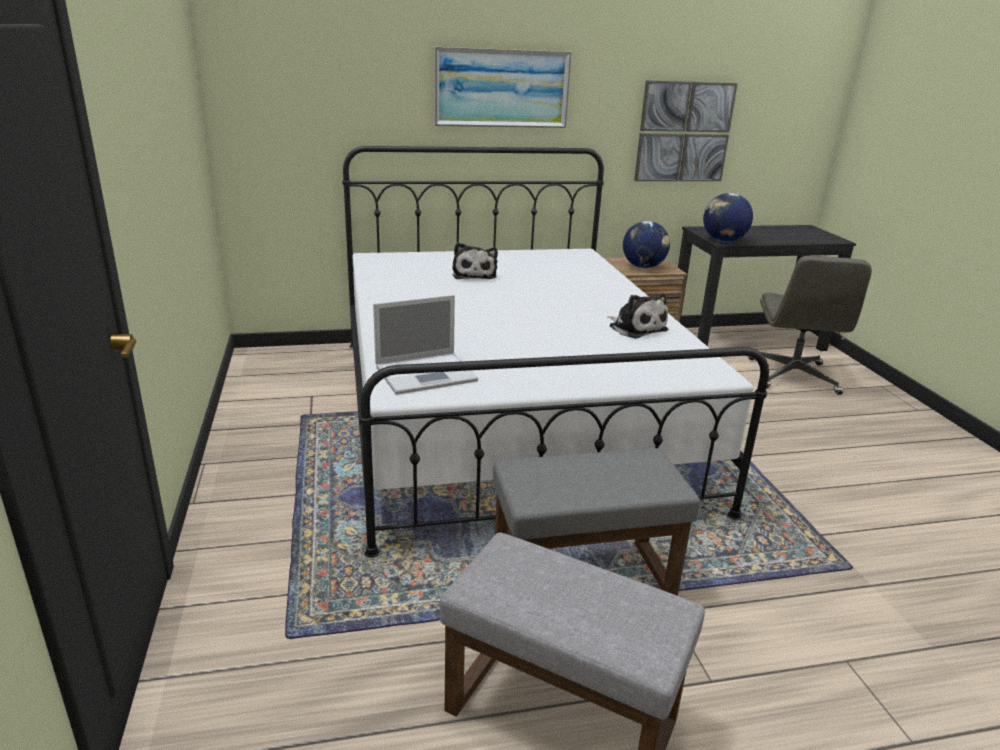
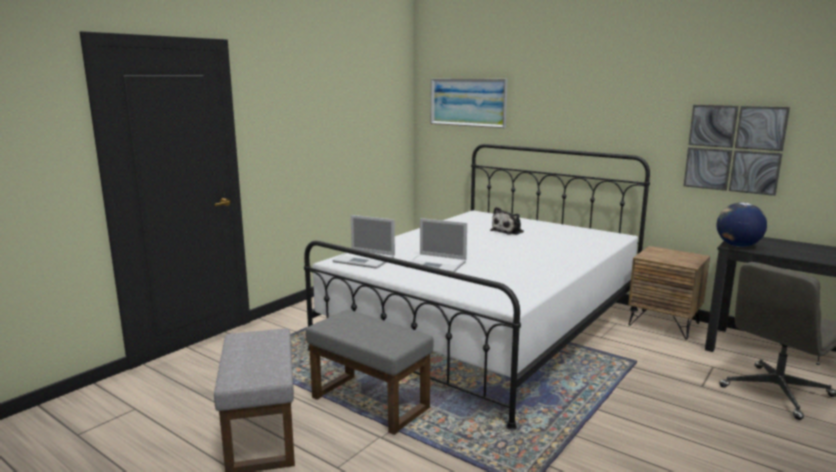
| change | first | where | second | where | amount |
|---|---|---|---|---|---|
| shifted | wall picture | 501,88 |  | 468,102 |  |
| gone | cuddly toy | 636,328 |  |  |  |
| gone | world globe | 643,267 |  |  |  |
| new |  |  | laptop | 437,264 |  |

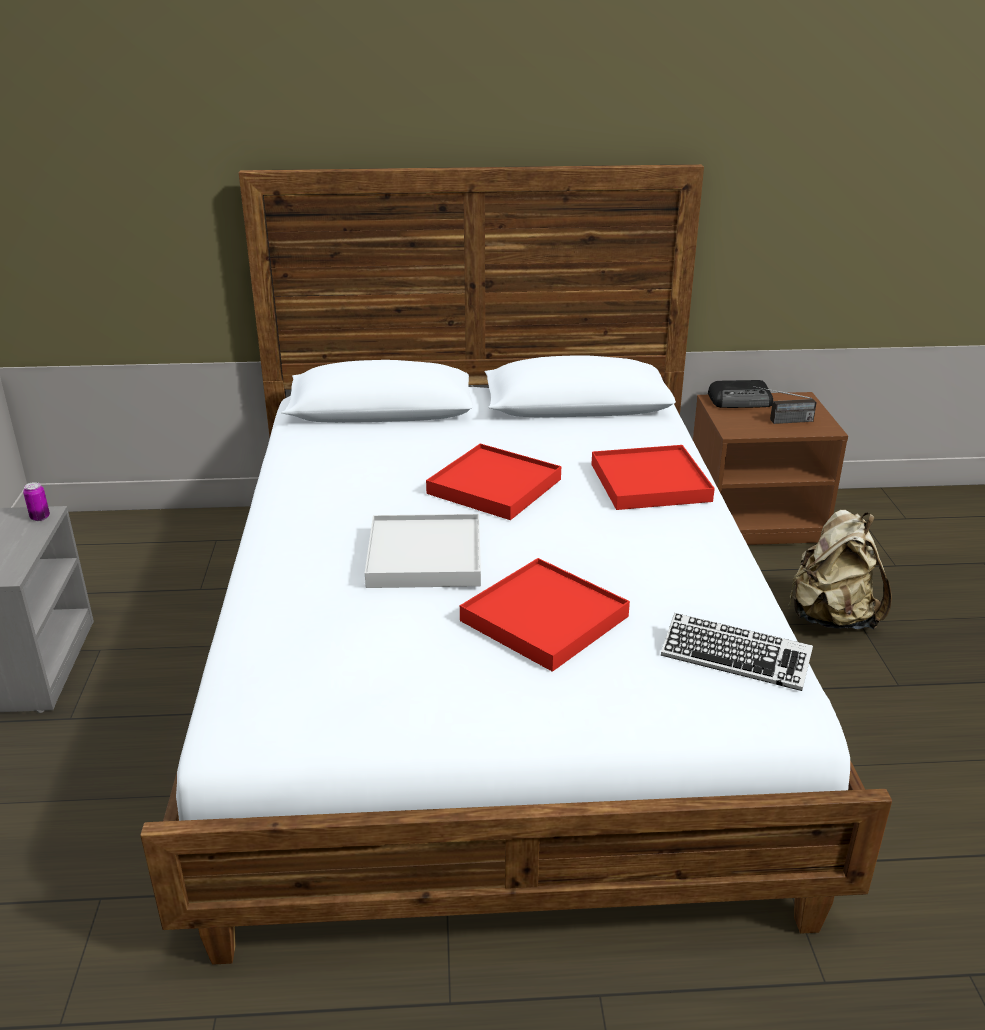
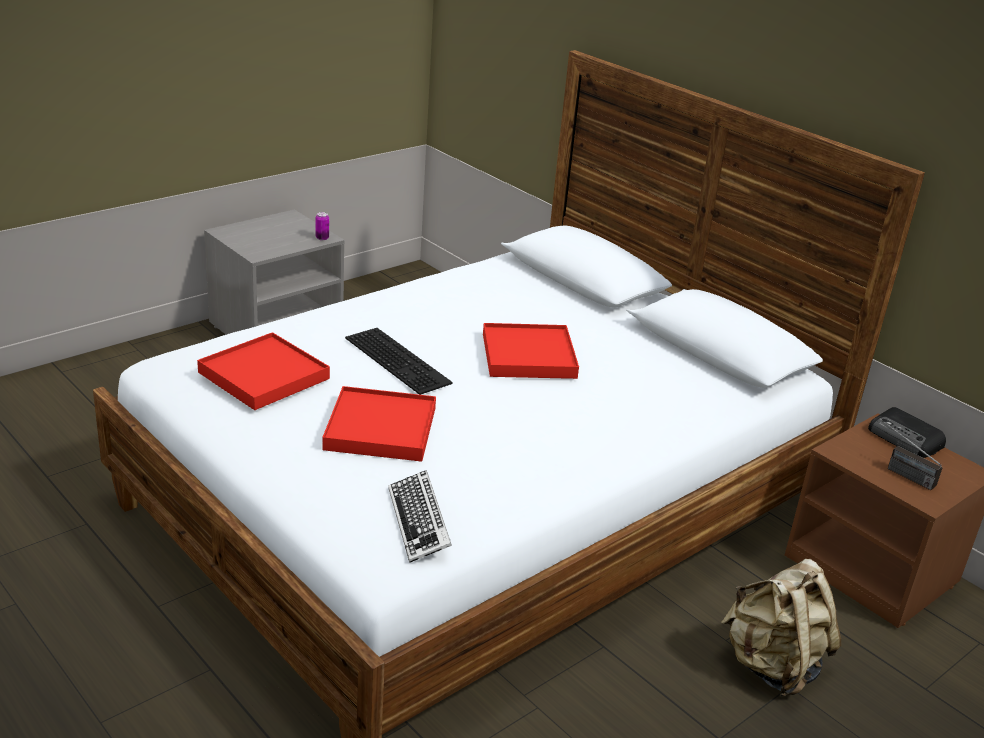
| change | first | where | second | where | amount |
|---|---|---|---|---|---|
| swapped | serving tray in white | 425,556 | PC keyboard | 400,360 |  |
| shifted | serving tray in red | 649,482 |  | 264,375 |  |

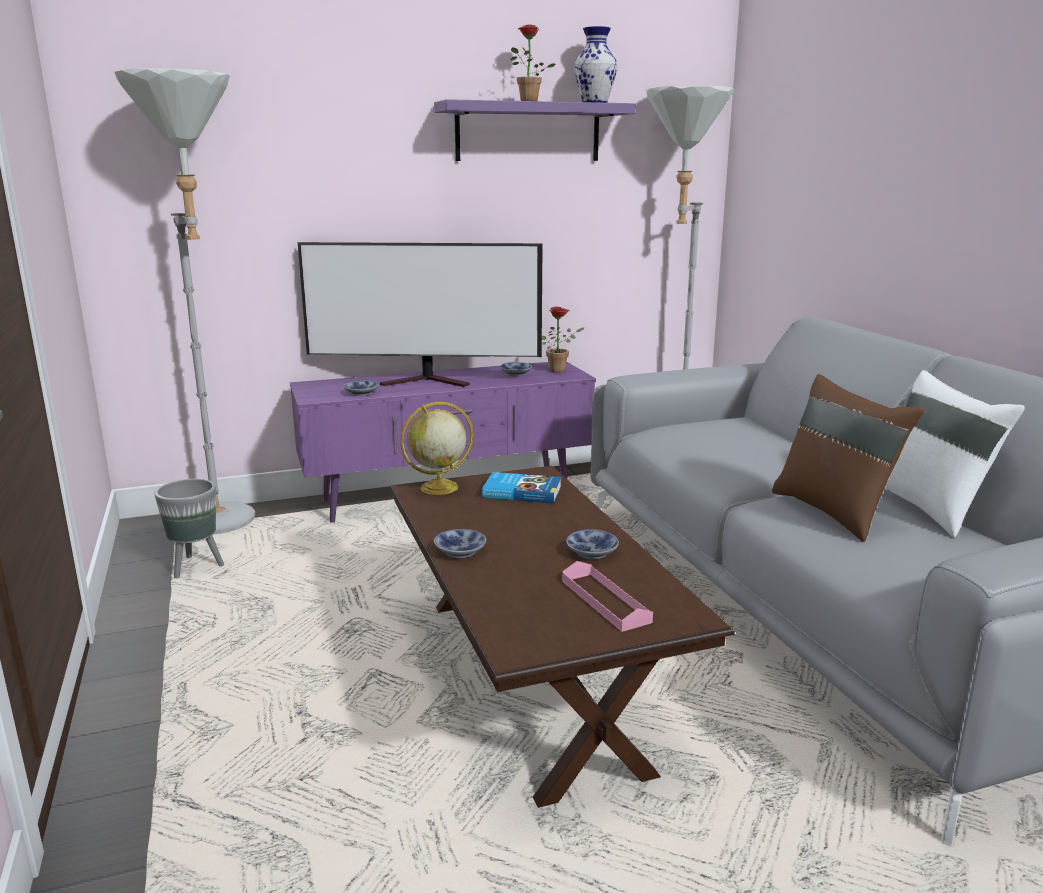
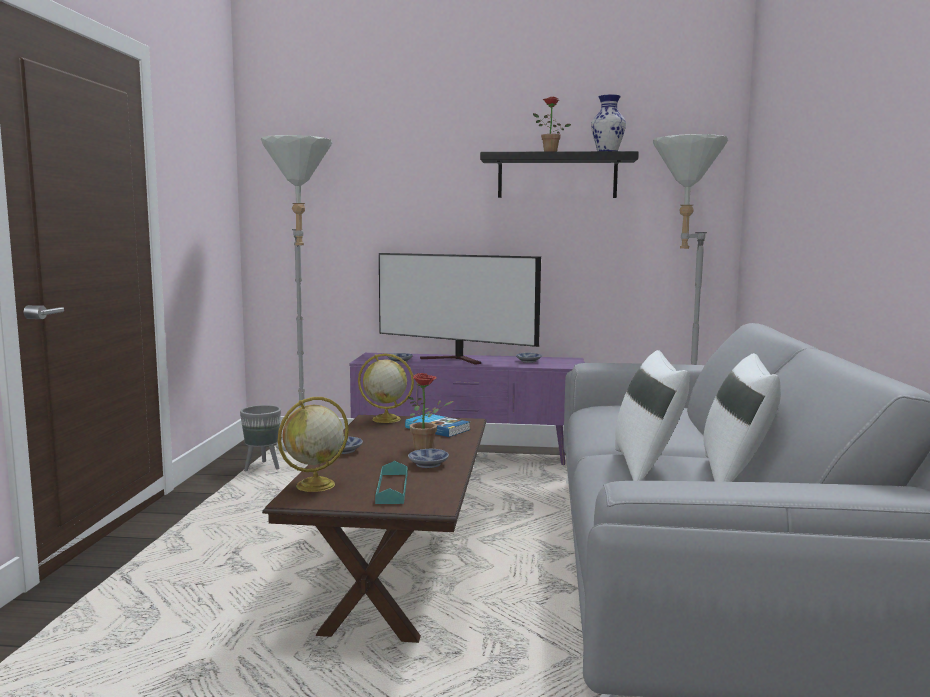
| change | first | where | second | where | amount |
|---|---|---|---|---|---|
| repainted | shelf in purple-coloured | 528,132 | shelf in black | 557,176 |  |
| shifted | plant in a pot | 560,370 |  | 427,449 |  |
| repainted | serving tray in pinkish | 605,601 | serving tray in turquoise-coloured | 392,488 |  |
| repainted | cushion in brownish | 834,512 | cushion in white | 647,467 |  |
| new |  |  | world globe | 314,485 |  |

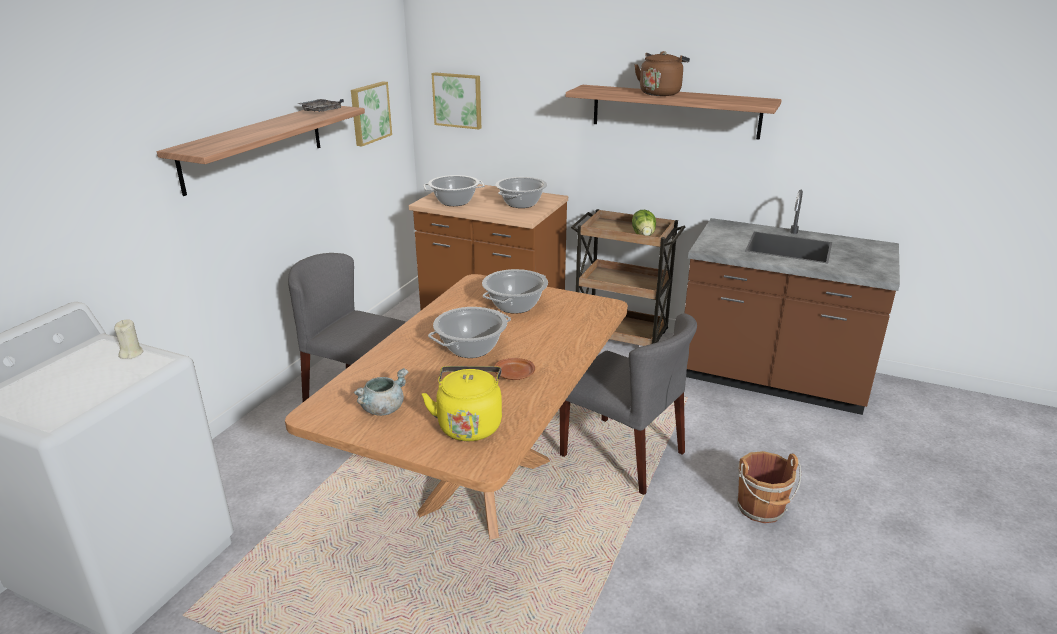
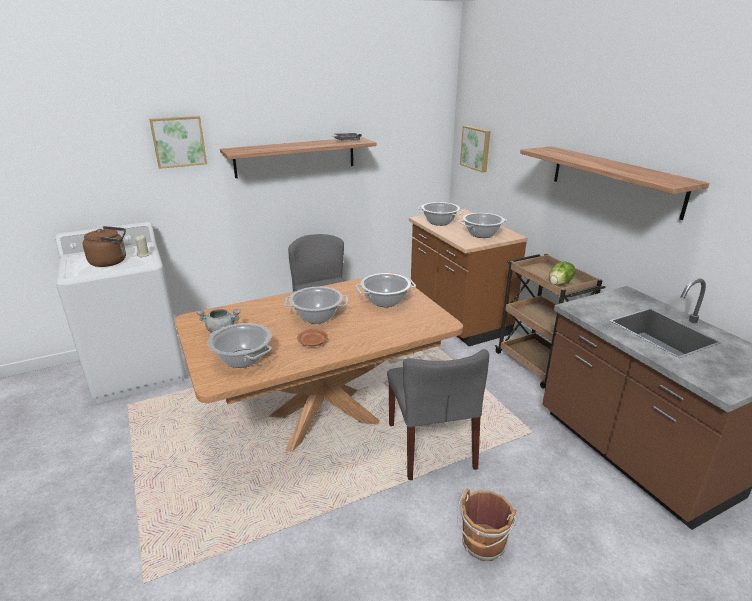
| change | first | where | second | where | amount |
|---|---|---|---|---|---|
| shifted | wall picture | 369,113 |  | 178,141 |  |
| swapped | water kettle in yellow-coloured | 469,424 | stockpot | 243,359 |  |
| shifted | water kettle in brownish | 660,93 |  | 111,261 |  |

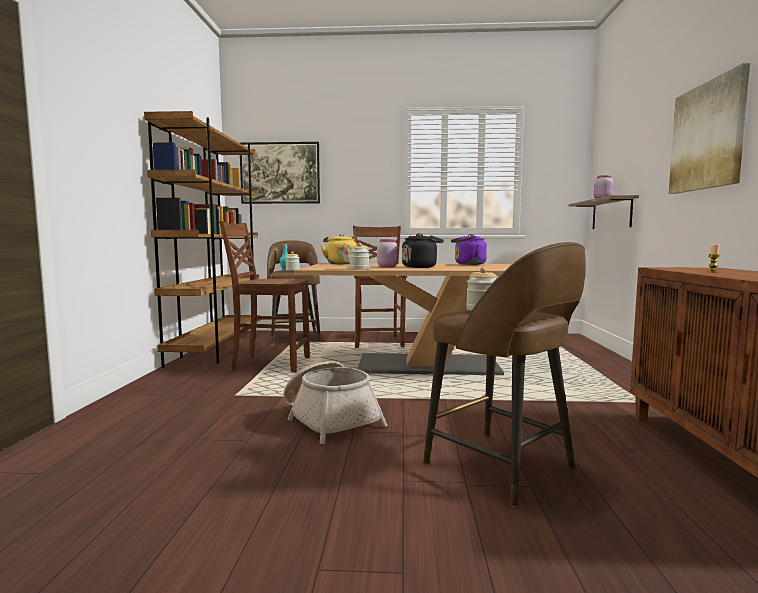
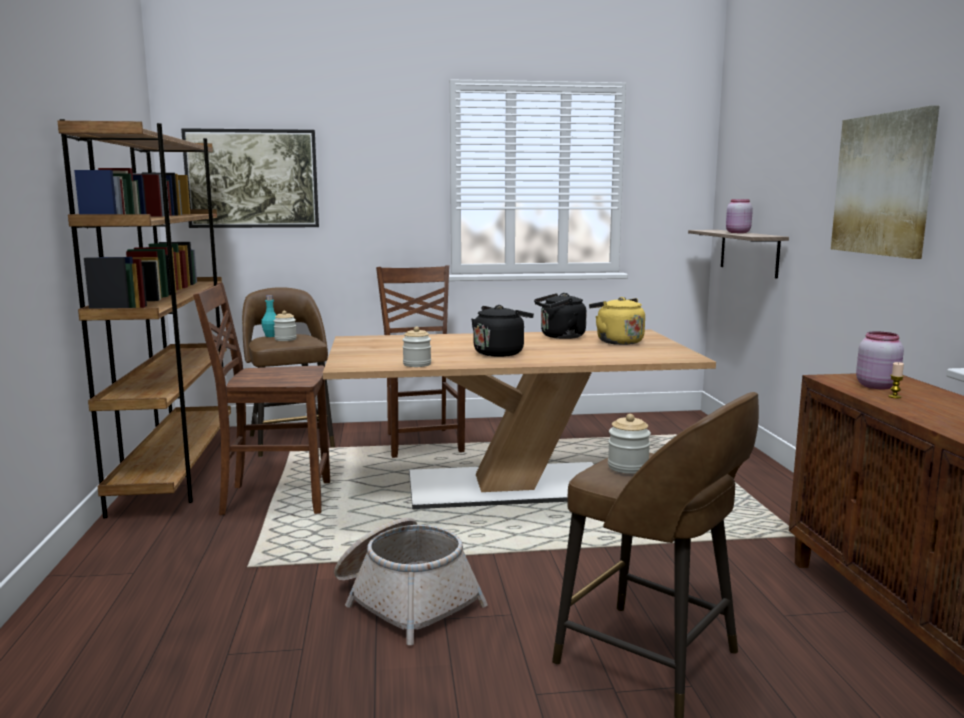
| change | first | where | second | where | amount |
|---|---|---|---|---|---|
| shifted | water kettle in yellow-coloured | 340,263 |  | 617,341 |  |
| shifted | jar in pinkish | 387,267 |  | 877,386 |  |
| repainted | water kettle in purple-coloured | 468,264 | water kettle in black | 560,336 |  |

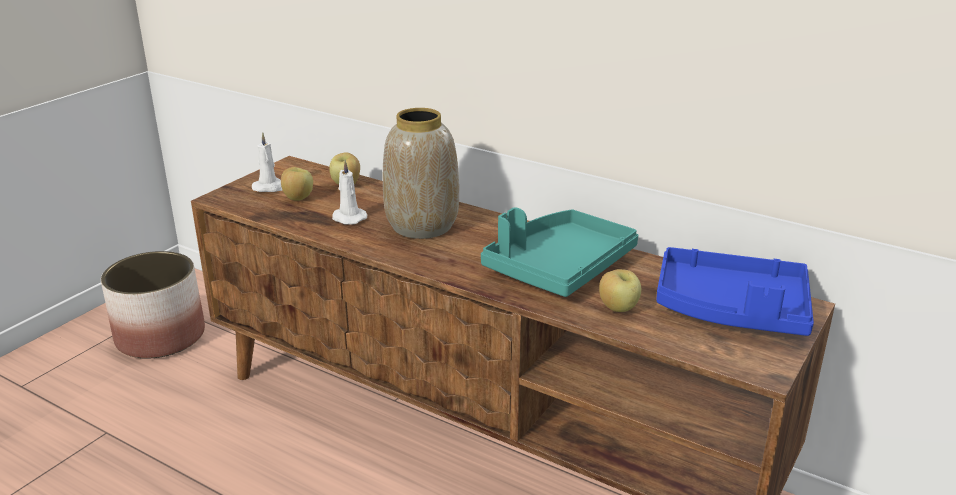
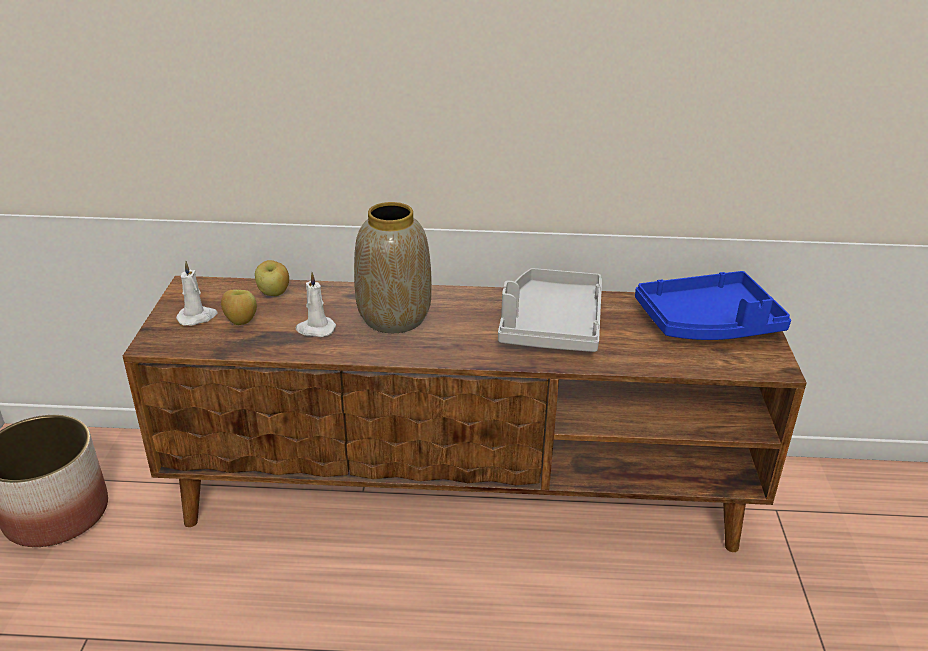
| change | first | where | second | where | amount |
|---|---|---|---|---|---|
| repainted | serving tray in turquoise-coloured | 559,267 | serving tray in greyish | 550,325 |  |
| gone | apple fruit | 618,308 |  |  |  |

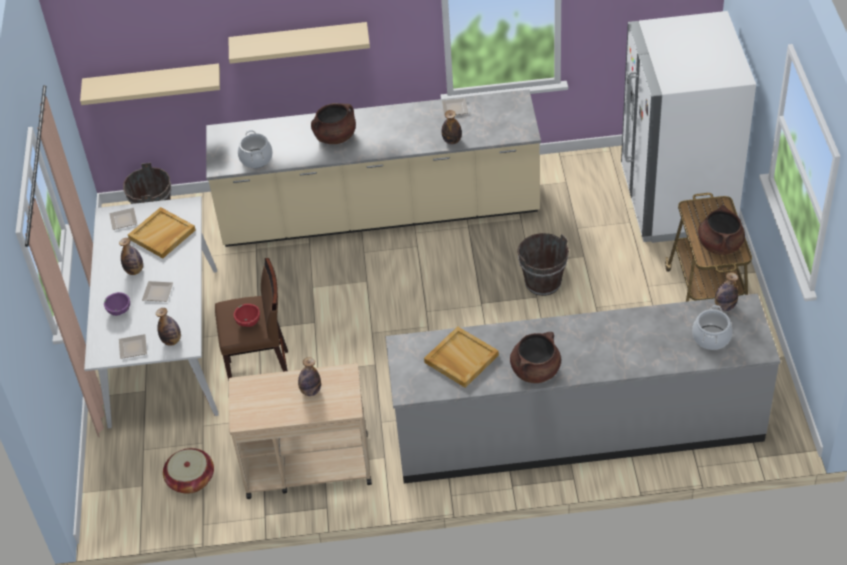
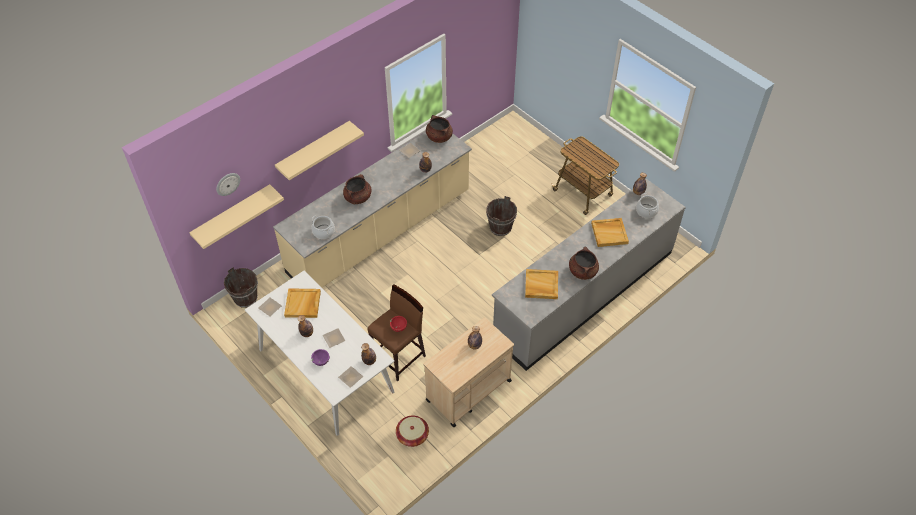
| change | first | where | second | where | amount |
|---|---|---|---|---|---|
| gone | refrigerator in white | 677,201 |  |  |  |
| shifted | stockpot in brownish | 720,244 |  | 439,137 |  |
| new |  |  | hanging clock | 227,183 |  |
| new |  |  | serving tray in beige-coloured | 609,233 |  |

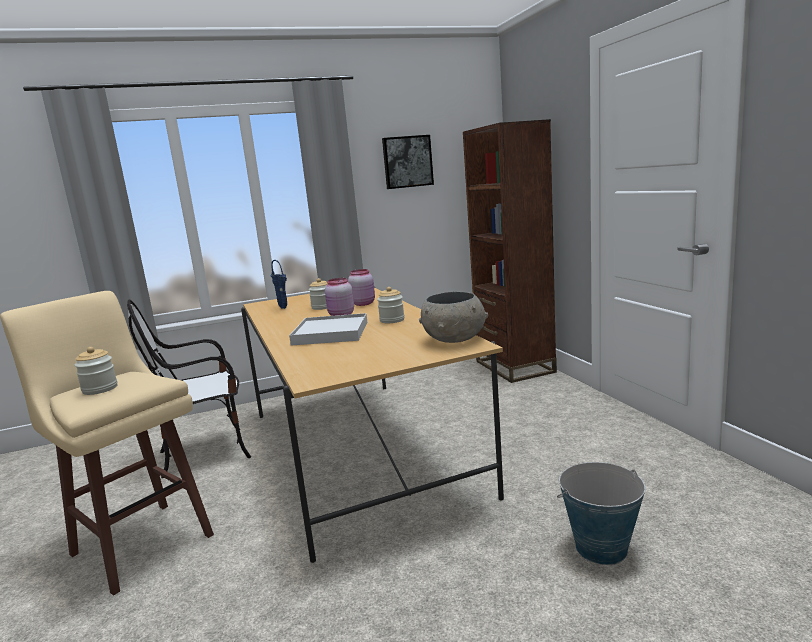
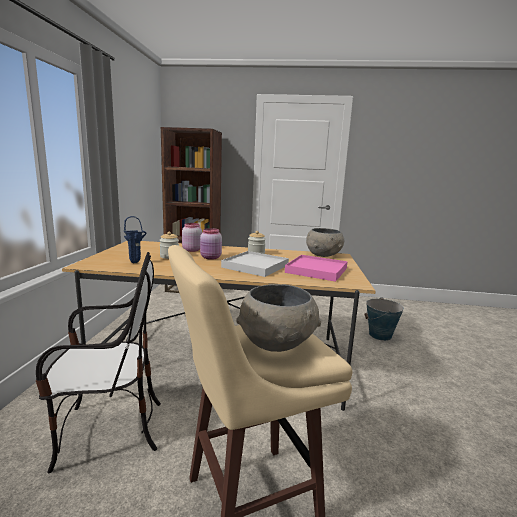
| change | first | where | second | where | amount |
|---|---|---|---|---|---|
| swapped | jar | 100,389 | serving bowl in greyish | 276,343 |  |
| rotated | plain chair | 206,452 |  | 109,431 | 105 degrees counterclockwise |
| gone | wall picture | 407,162 |  |  |  |
| new |  |  | serving tray in pinkish | 316,270 |  |

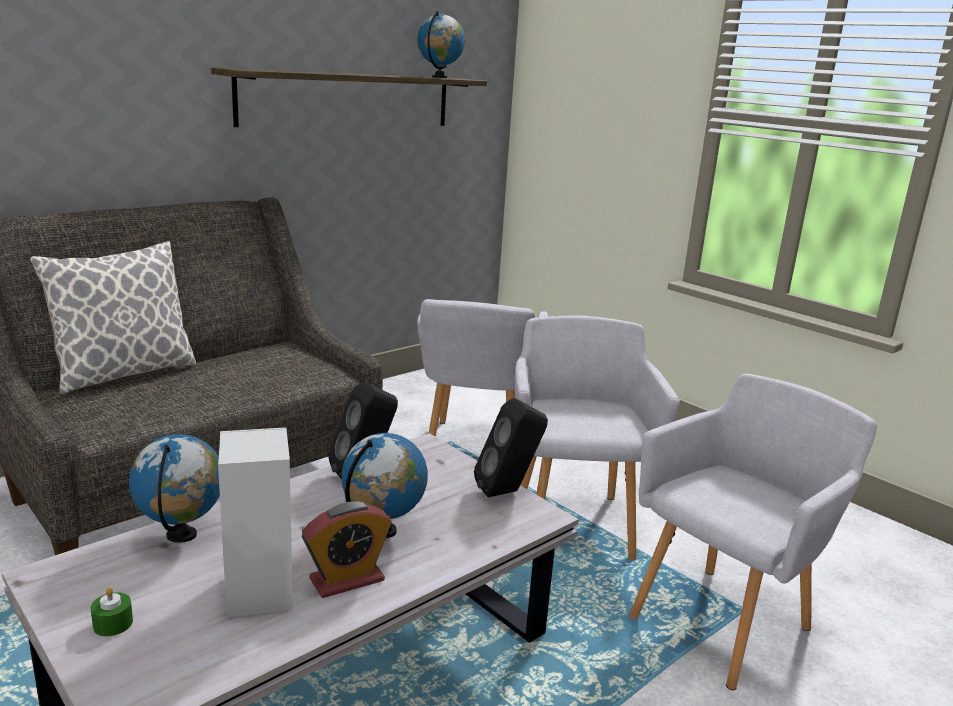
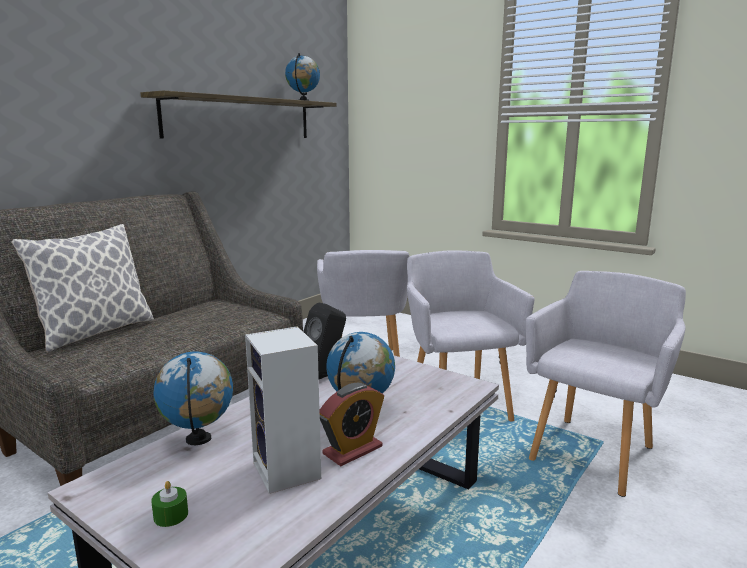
| change | first | where | second | where | amount |
|---|---|---|---|---|---|
| gone | audio speaker in black | 508,492 |  |  |  |

